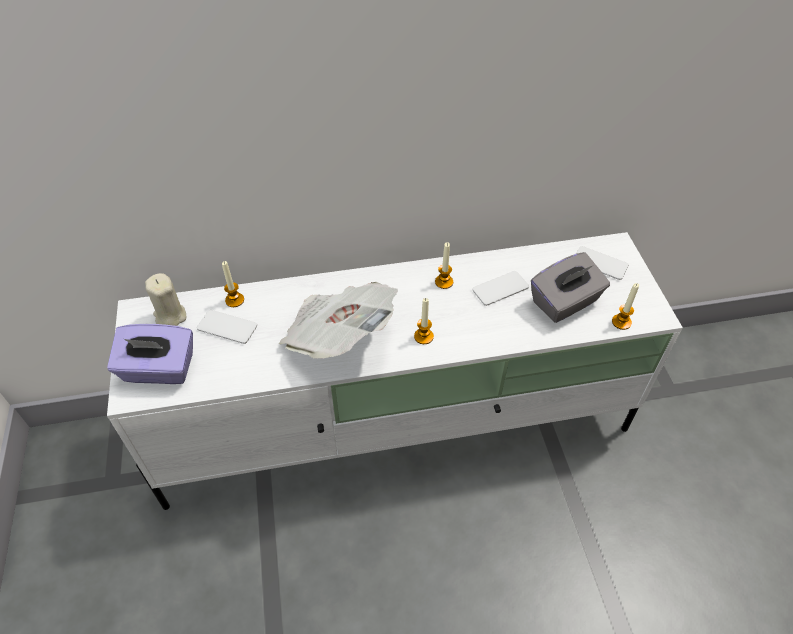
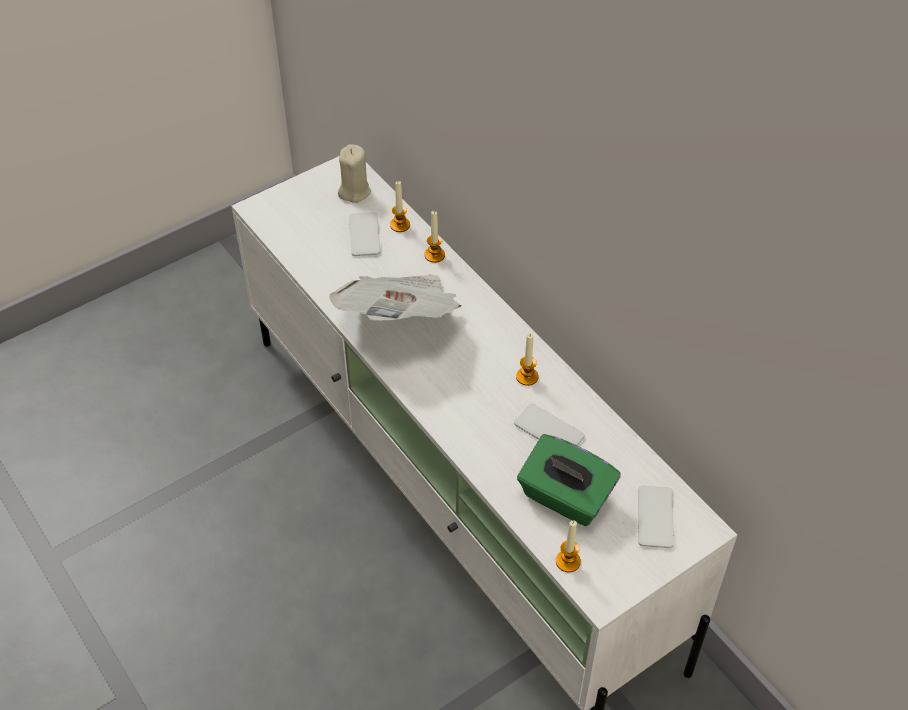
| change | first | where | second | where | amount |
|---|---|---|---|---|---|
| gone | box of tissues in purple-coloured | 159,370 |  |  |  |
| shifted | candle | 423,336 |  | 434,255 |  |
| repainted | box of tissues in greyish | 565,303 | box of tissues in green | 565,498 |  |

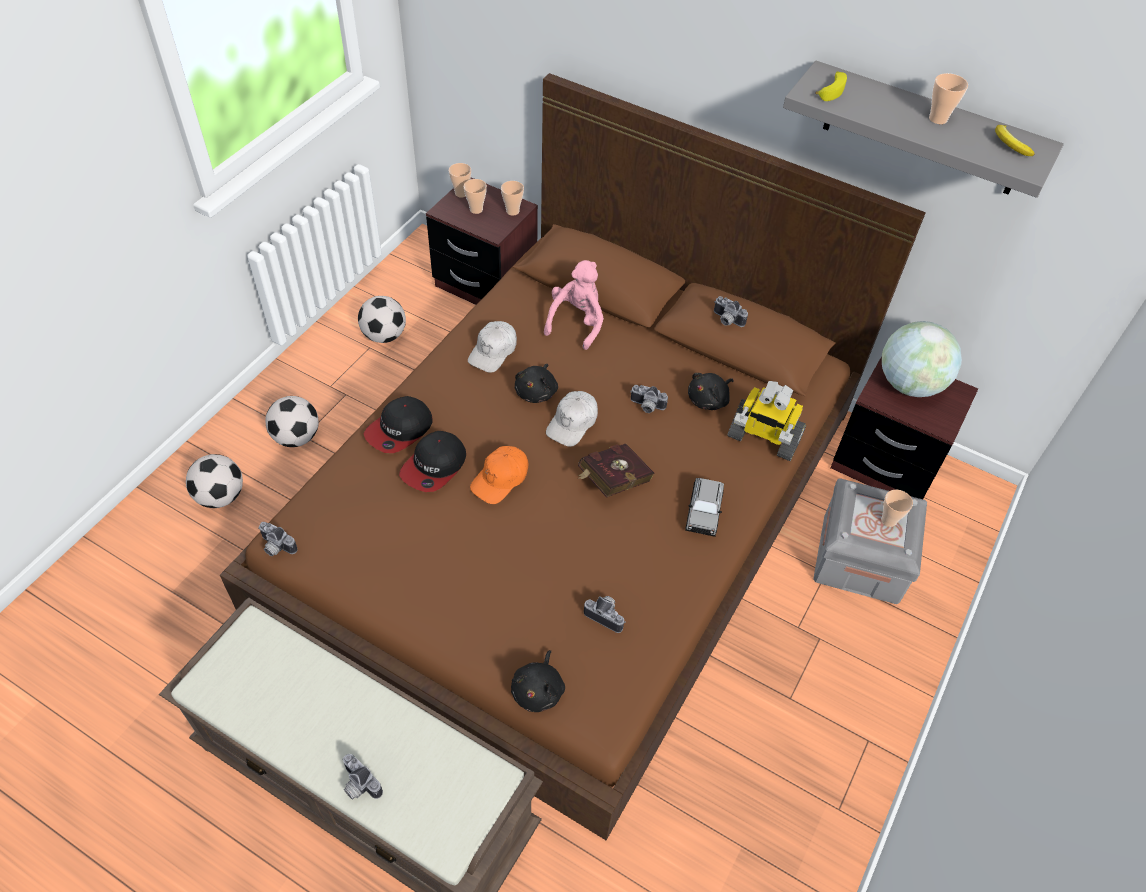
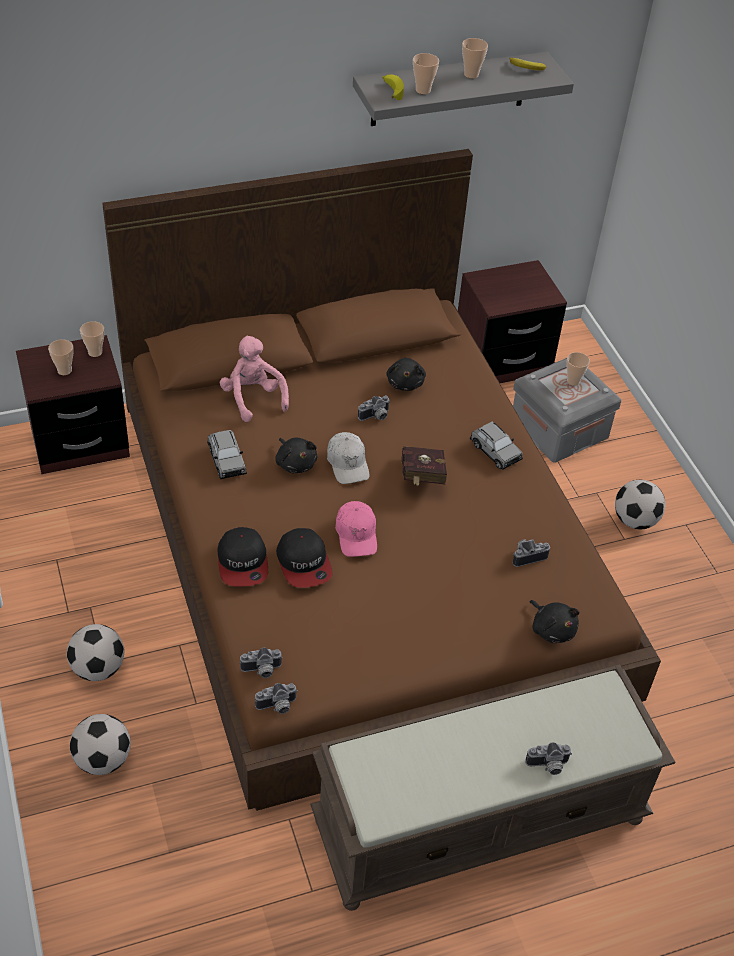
| change | first | where | second | where | amount |
|---|---|---|---|---|---|
| shifted | football ball | 384,335 |  | 635,520 |  |
| shifted | cup | 461,193 |  | 423,90 |  |
| swapped | cap in white | 493,352 | model car in greyish | 227,461 |  |
| repainted | cap in orangey | 500,479 | cap in pinkish | 356,534 |  |
| shifted | still camera | 726,320 |  | 261,671 |  |
| gone | toy robot | 763,437 |  |  |  |
| gone | world globe | 909,384 |  |  |  |

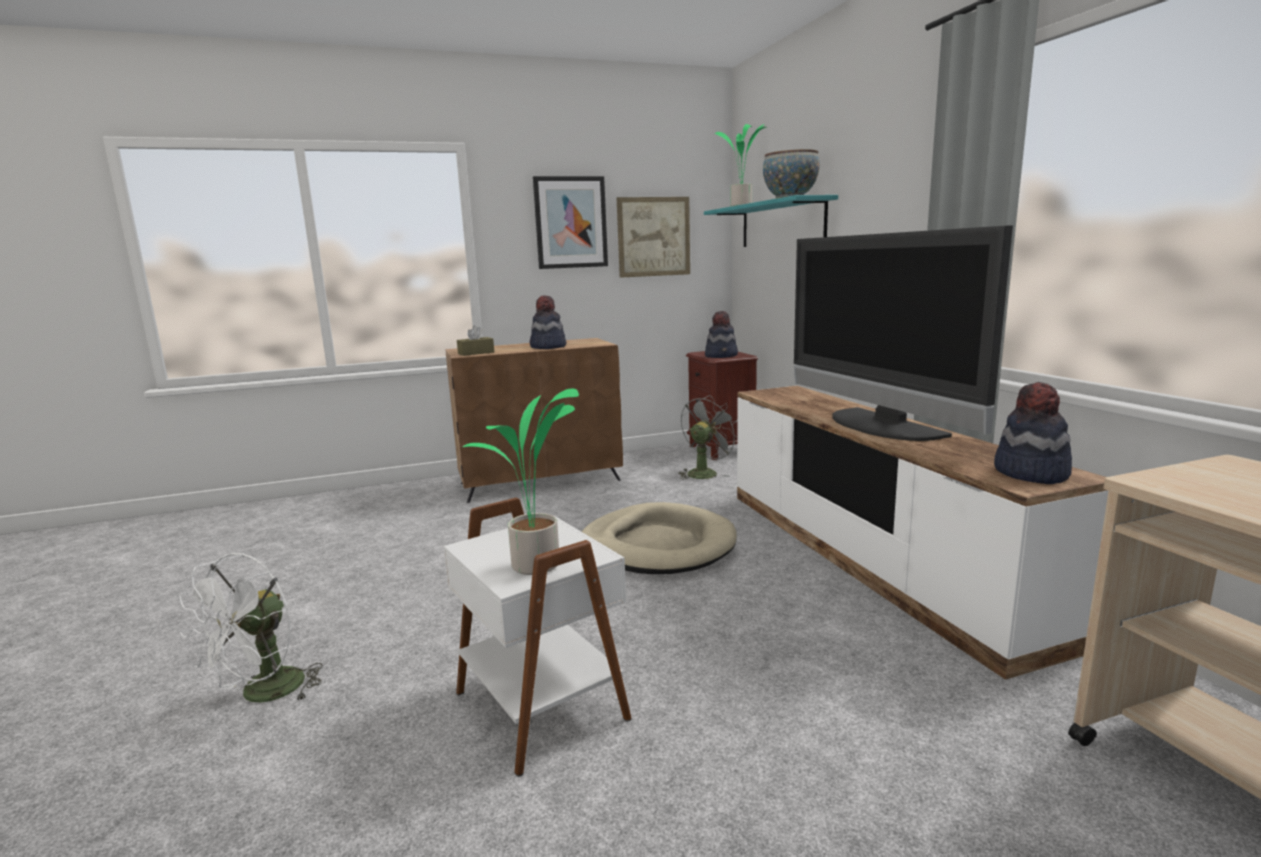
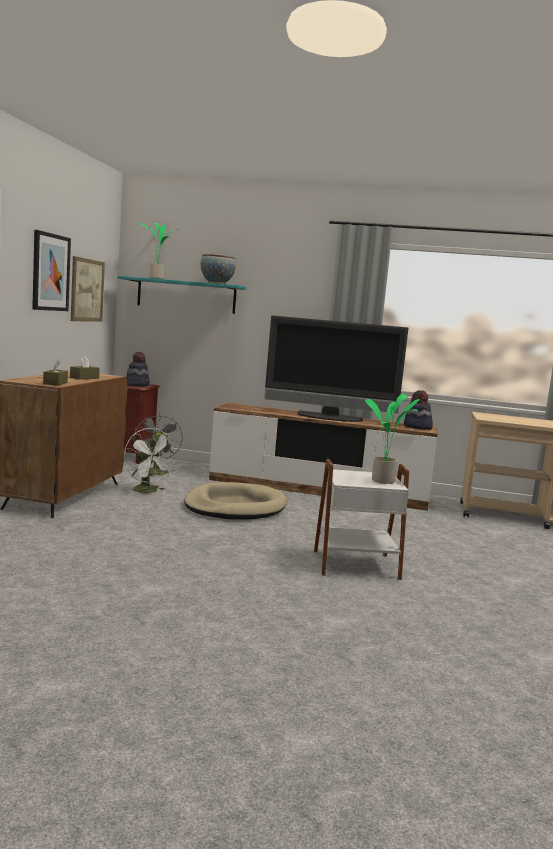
| change | first | where | second | where | amount |
|---|---|---|---|---|---|
| shifted | cooling fan in white | 264,695 |  | 148,491 |  |
| swapped | clothing hat | 548,347 | box of tissues in brownish | 84,378 |  |

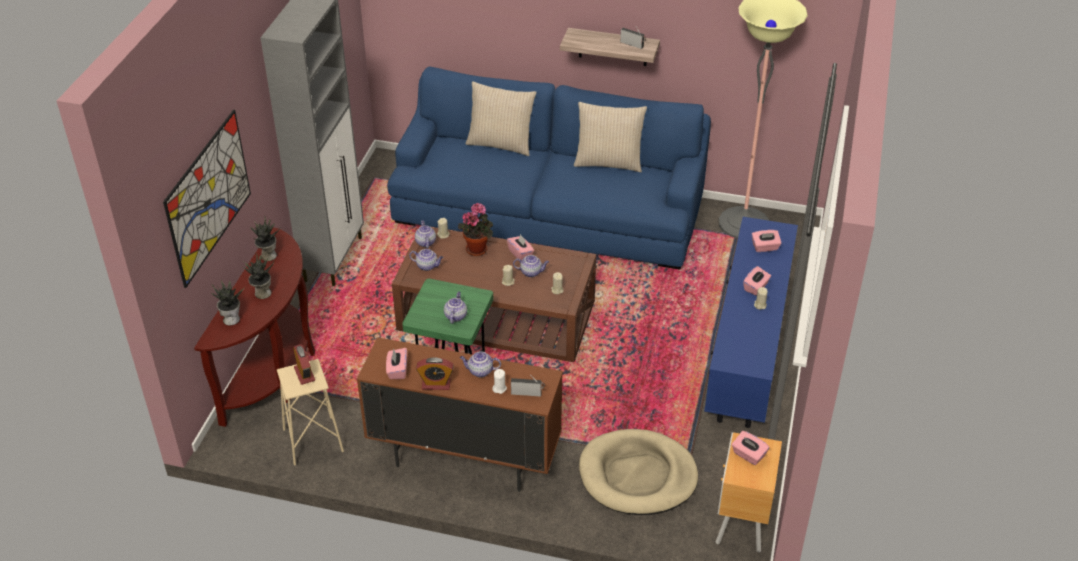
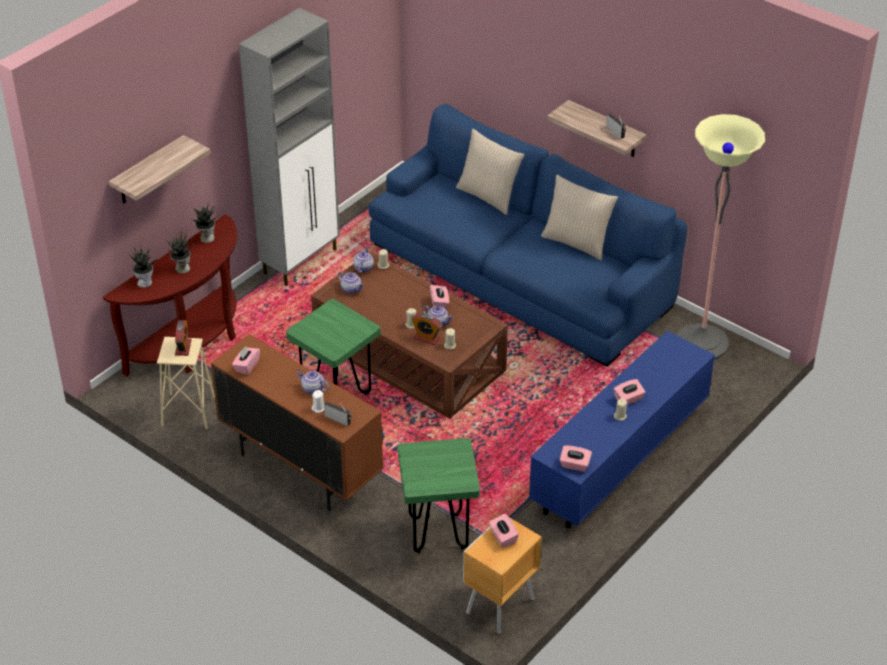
| change | first | where | second | where | amount |
|---|---|---|---|---|---|
| swapped | wall picture | 209,197 | shelf | 148,171 |  |
| shifted | table clock | 436,384 |  | 426,338 |  |
| gone | tea pot | 455,316 |  |  |  |
| gone | plant in a pot | 478,248 |  |  |  |
| swapped | pet bed in beige-coloured | 637,476 | stool in green | 438,534 |  |
| shifted | box of tissues in pinkish | 765,247 |  | 574,465 |  |

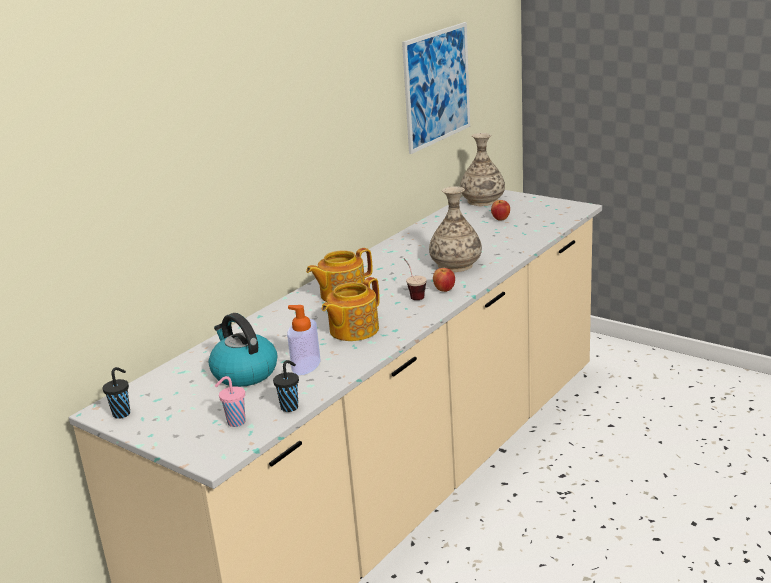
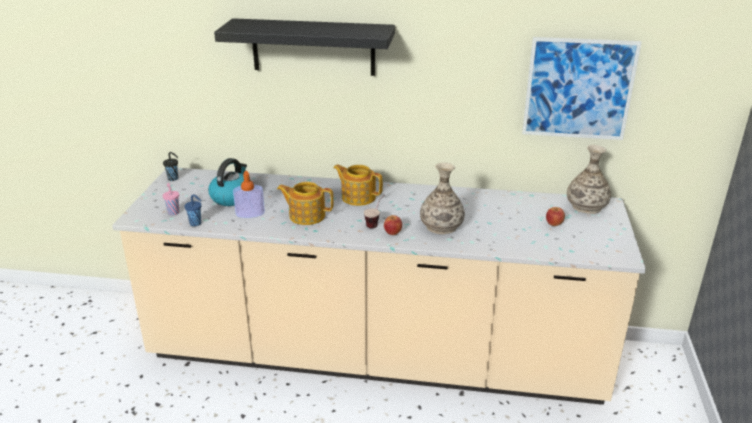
| change | first | where | second | where | amount |
|---|---|---|---|---|---|
| repainted | cup in black | 290,407 | cup in blue | 196,223 |  |
| new |  |  | shelf in black | 313,47 |  |

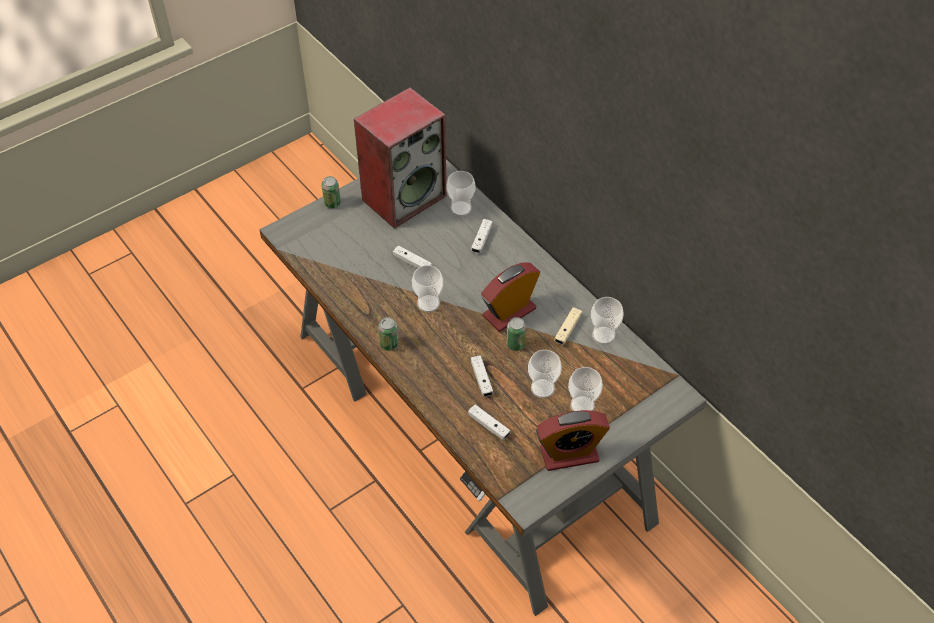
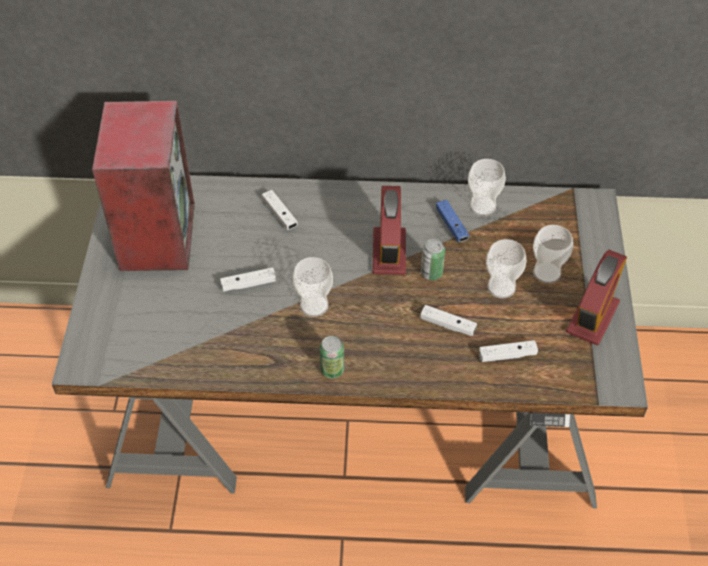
| change | first | where | second | where | amount |
|---|---|---|---|---|---|
| gone | metal can | 332,203 |  |  |  |
| gone | cup | 460,208 |  |  |  |
| repainted | gamepad in beige-coloured | 567,329 | gamepad in blue | 451,225 |  |

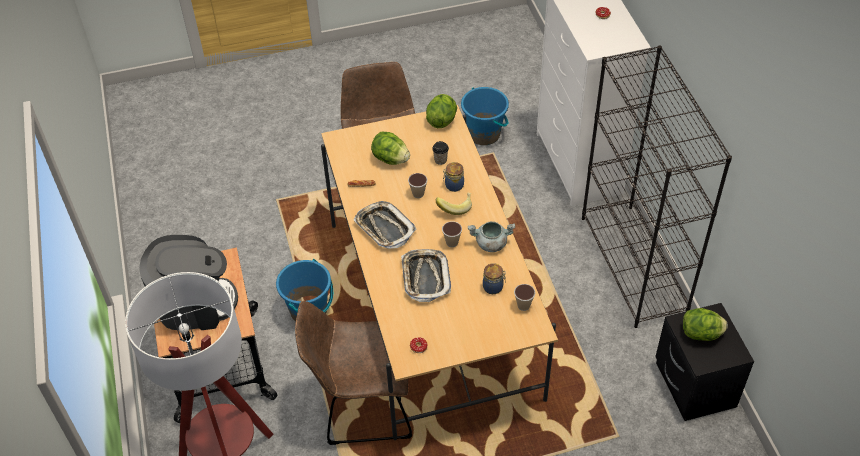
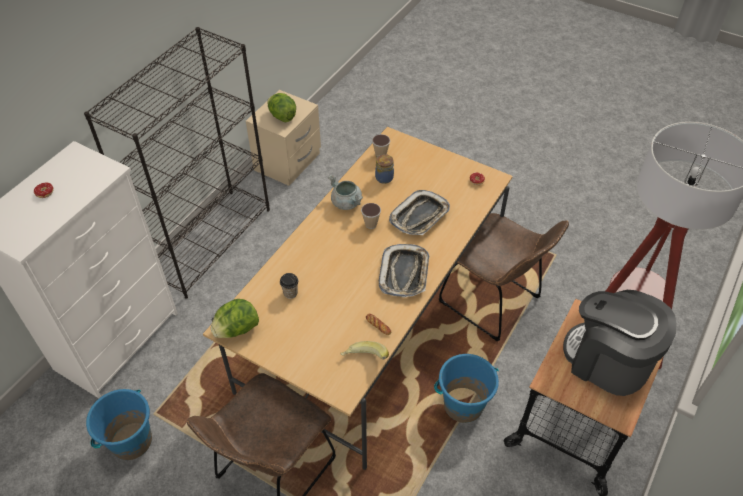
| change | first | where | second | where | amount |
|---|---|---|---|---|---|
| gone | lettuce head | 390,159 |  |  |  |
| gone | cup | 418,194 |  |  |  |
| shifted | banana | 455,207 |  | 364,360 |  |
| gone | jar | 453,185 |  |  |  |
| repainted | nightstand in black | 693,385 | nightstand in beige-coloured | 288,162 |  |

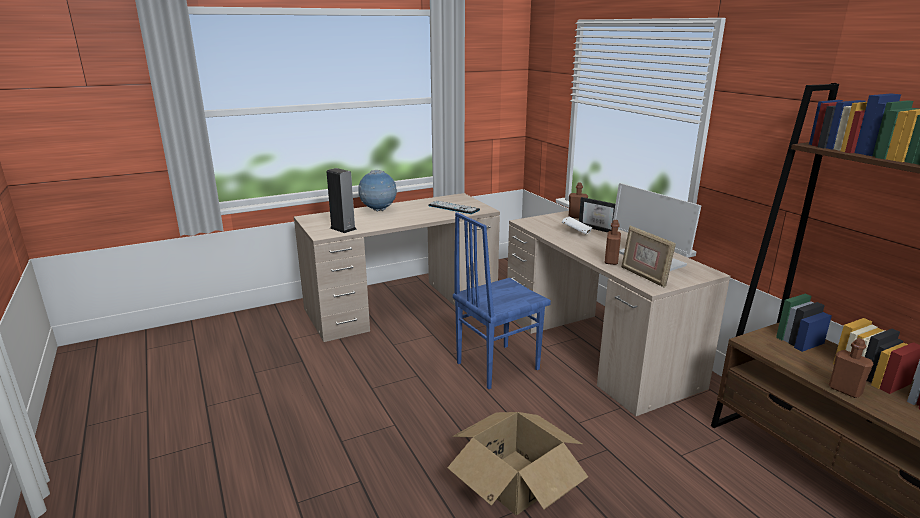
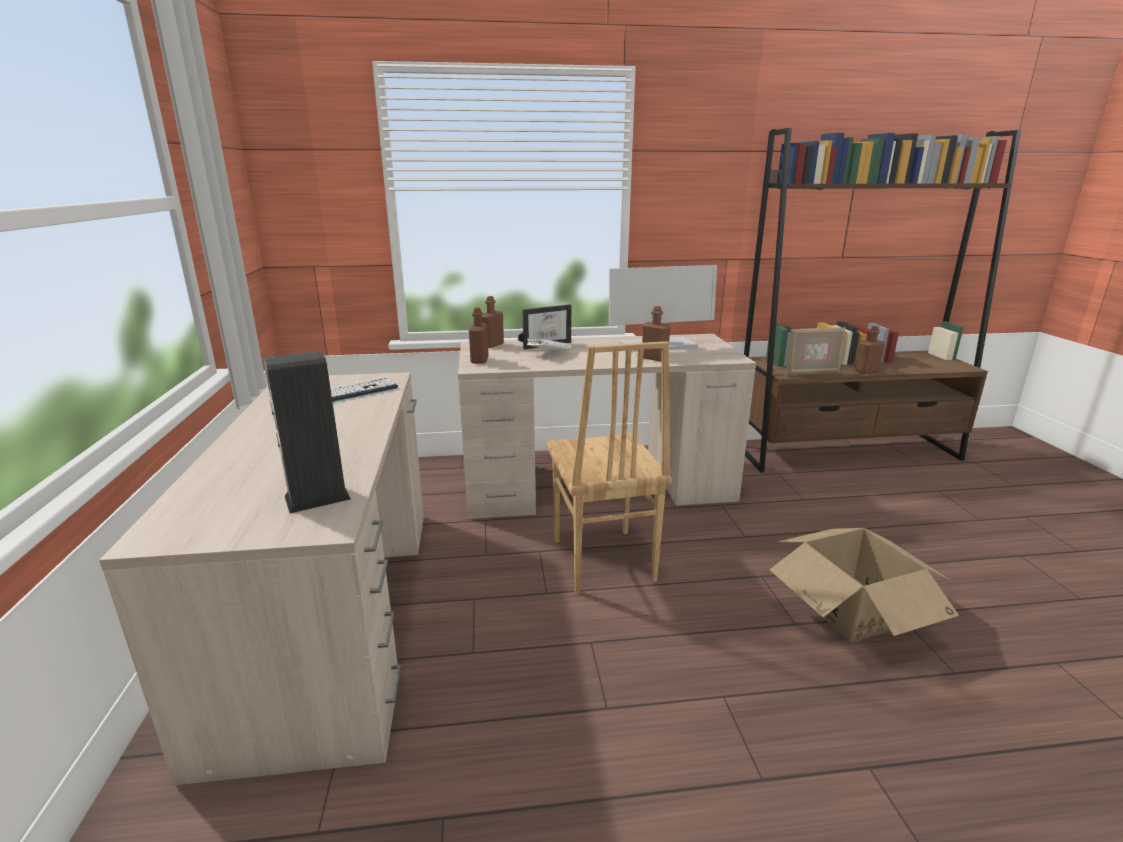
| change | first | where | second | where | amount |
|---|---|---|---|---|---|
| gone | world globe | 378,210 |  |  |  |
| repainted | plain chair in blue | 496,365 | plain chair in brownish | 601,560 |  |
| shifted | picture frame | 644,276 |  | 811,373 |  |
| new |  |  | beverage bottle in brownish | 479,360 |  |

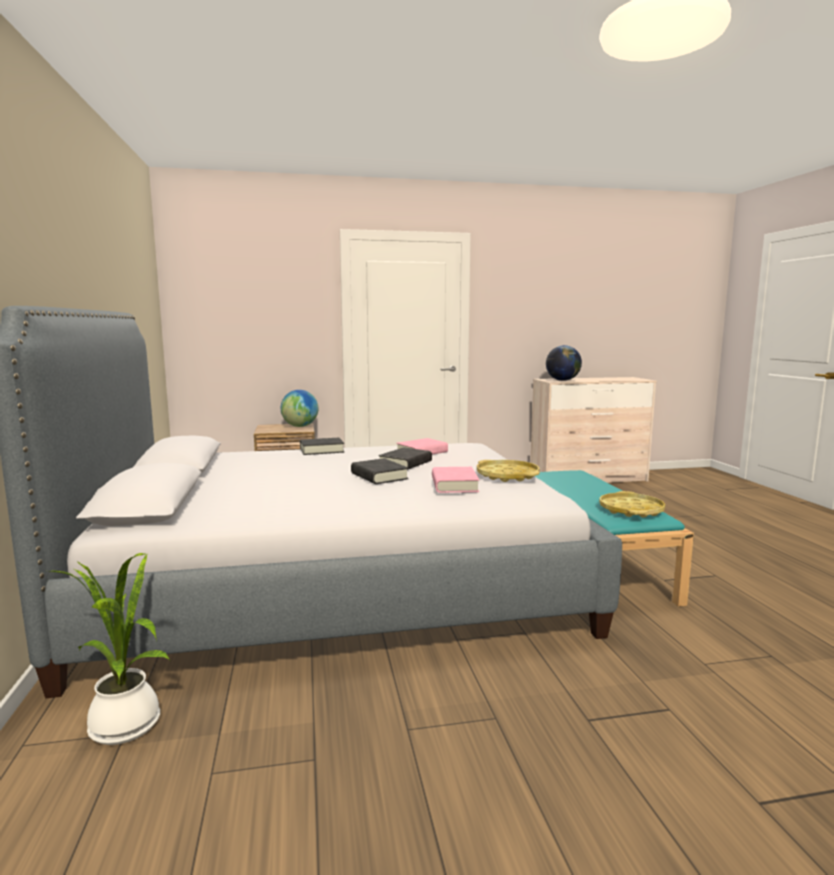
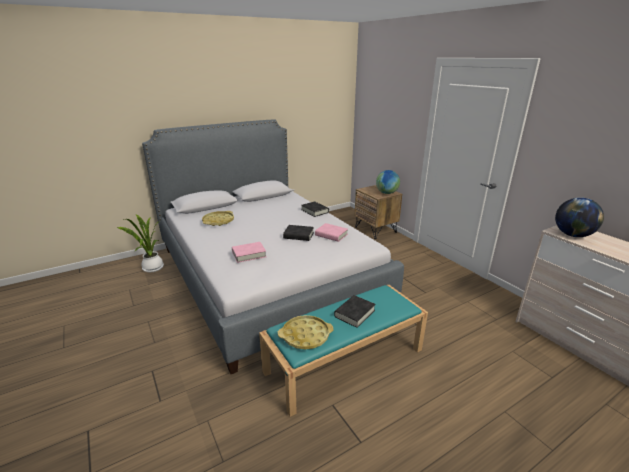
| change | first | where | second | where | amount |
|---|---|---|---|---|---|
| shifted | book in black | 379,476 |  | 354,313 |  |
| shifted | serving tray in yellow-coloured | 507,476 |  | 218,221 |  |

